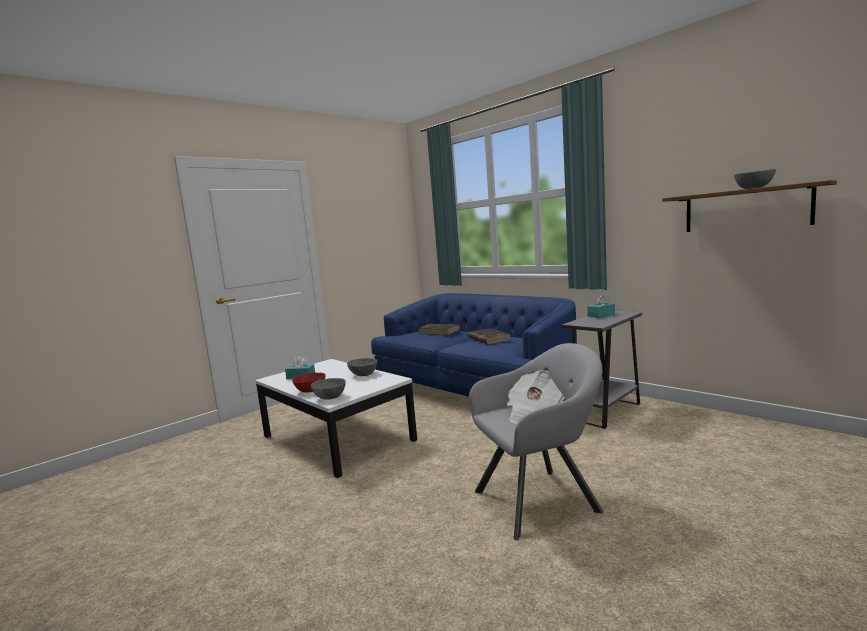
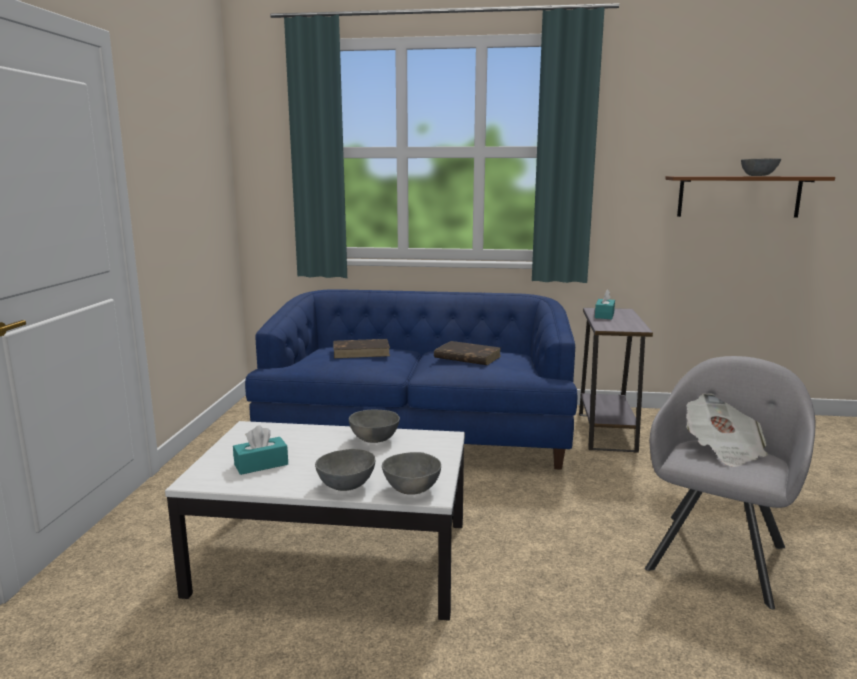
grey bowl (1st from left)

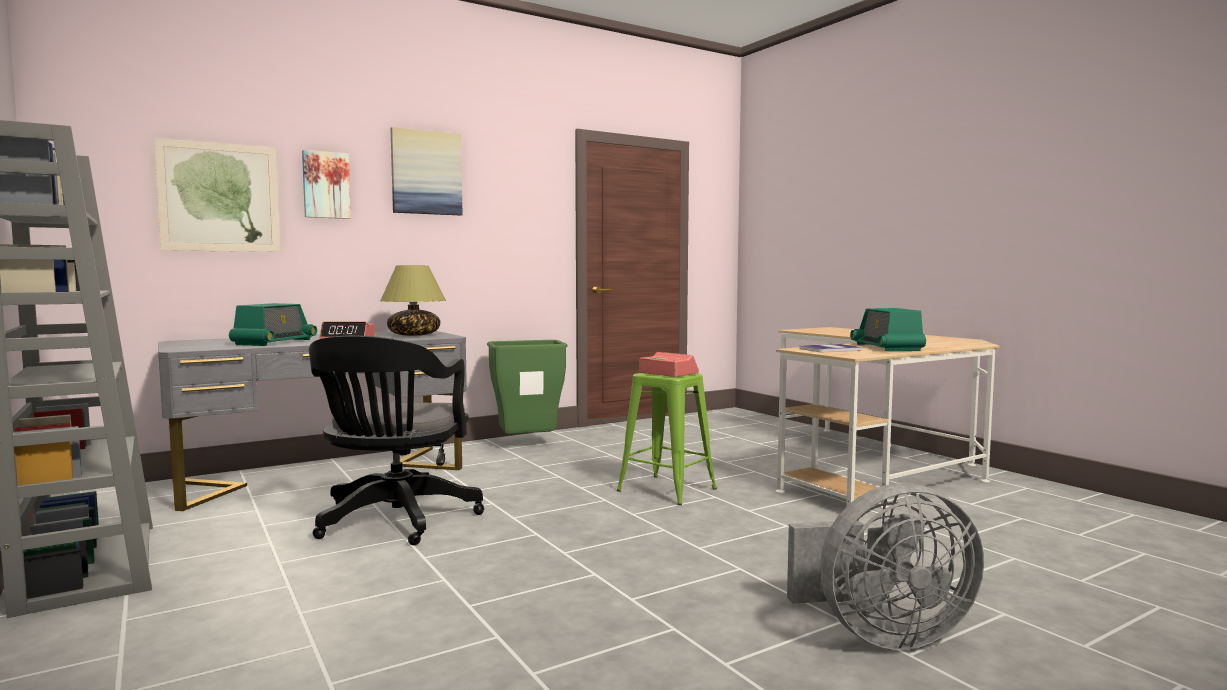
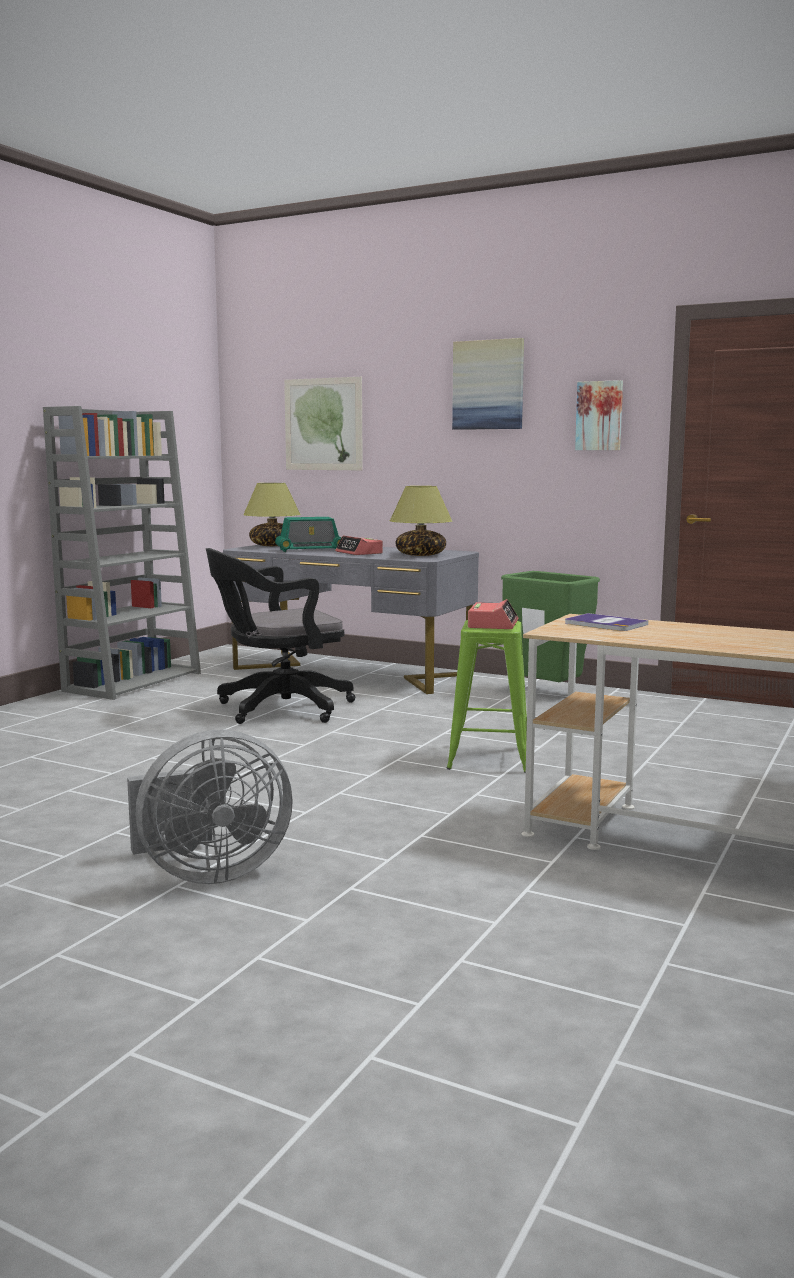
picture (3rd from left); radio (2nd from left in the first image); grey fan; table lamp (1st from left)

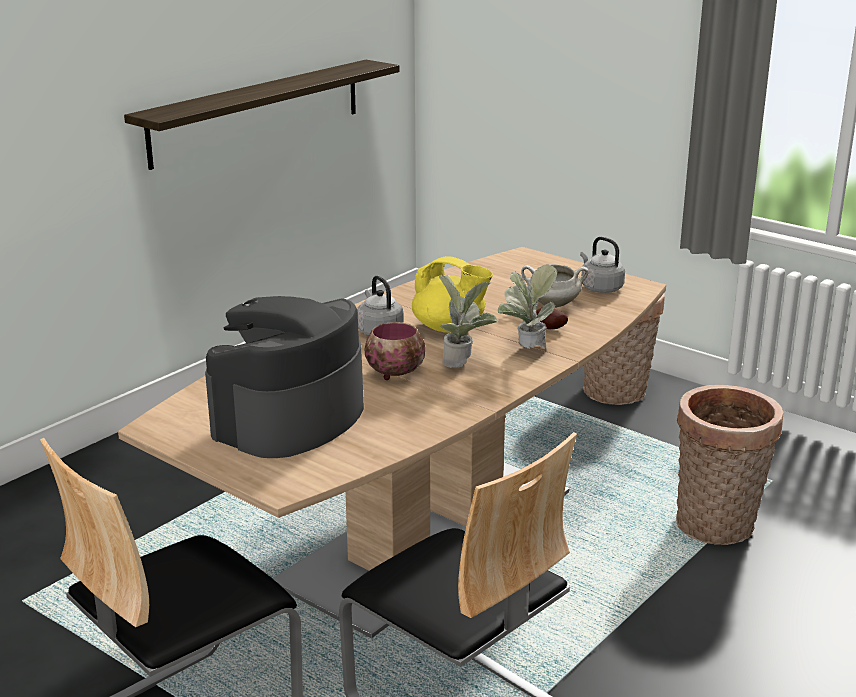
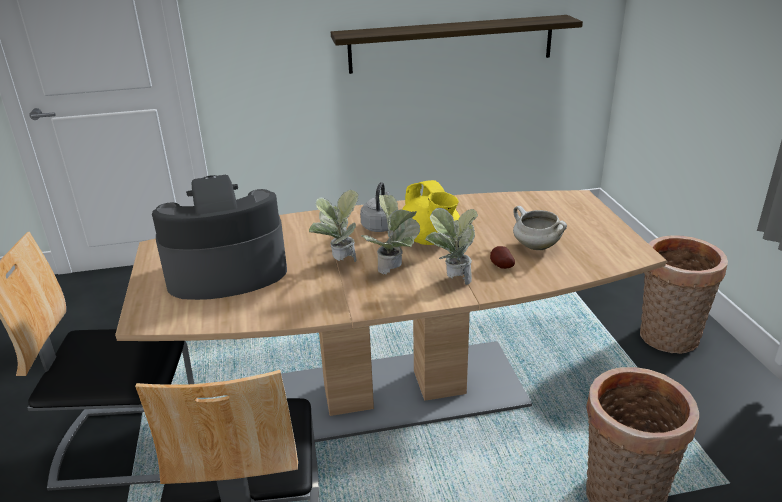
grey kettle (2nd from left in the first image); potted plant (1st from left)

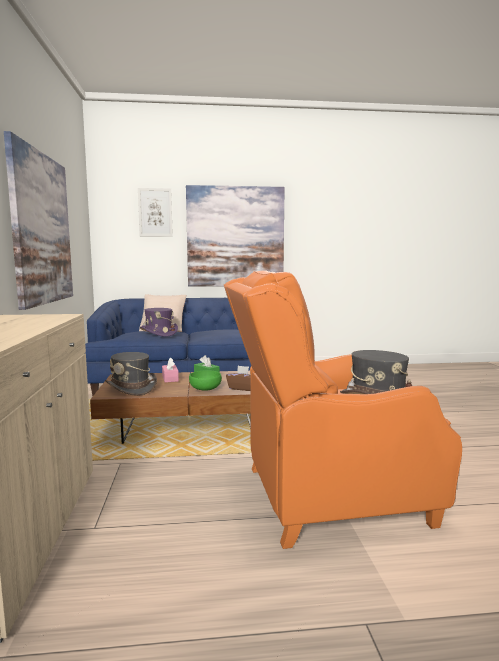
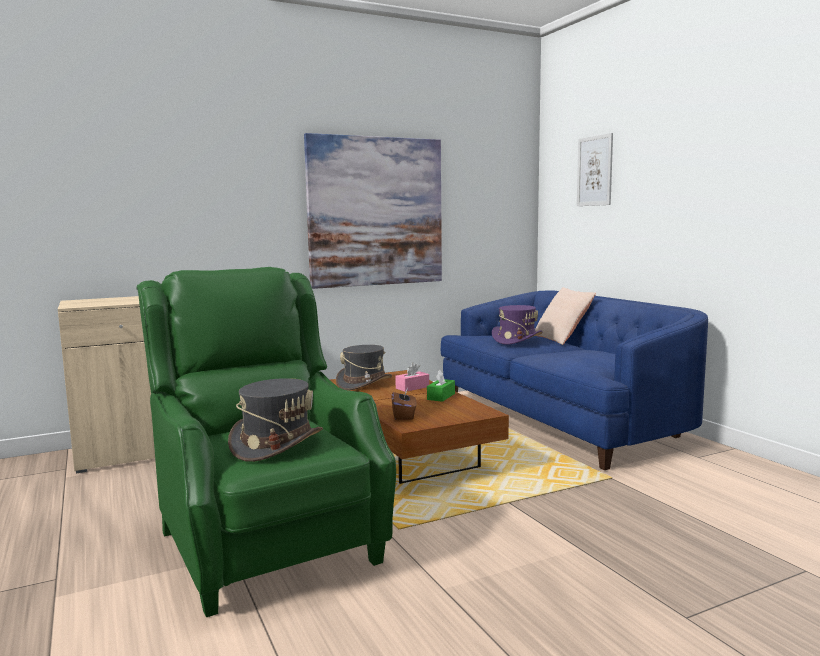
picture (3rd from left in the first image); green armchair; green bowl

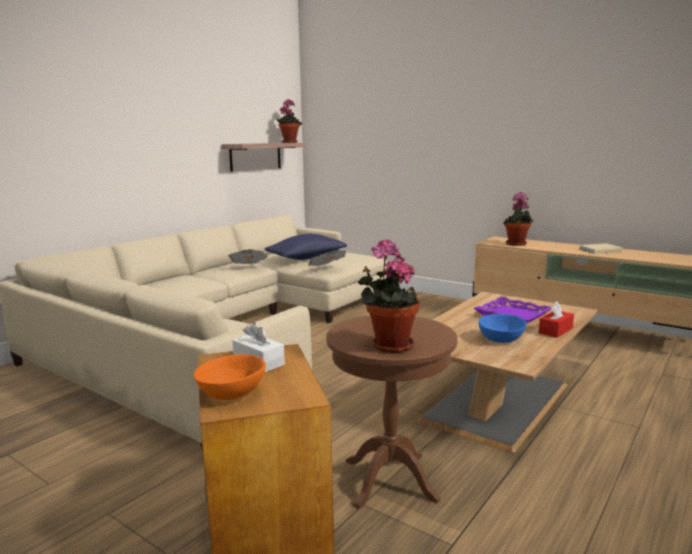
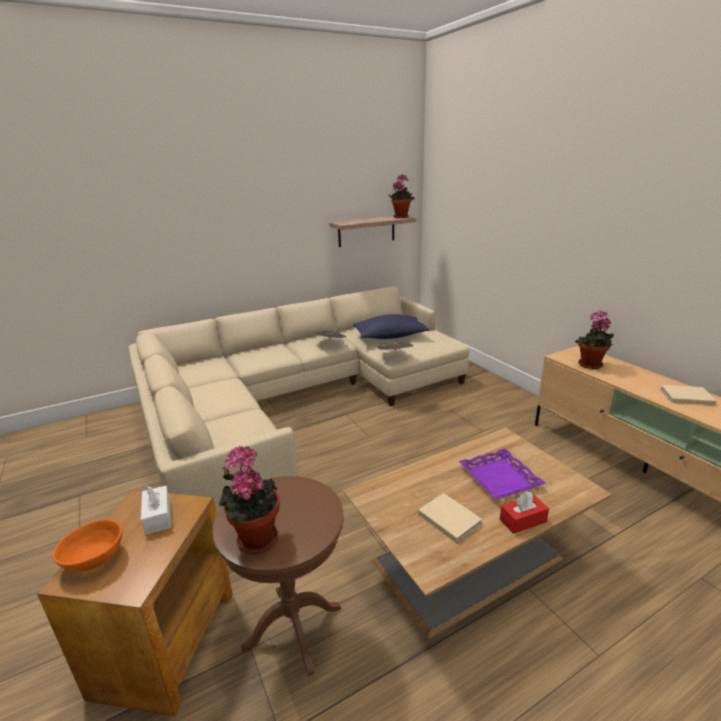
beige book (1st from left)

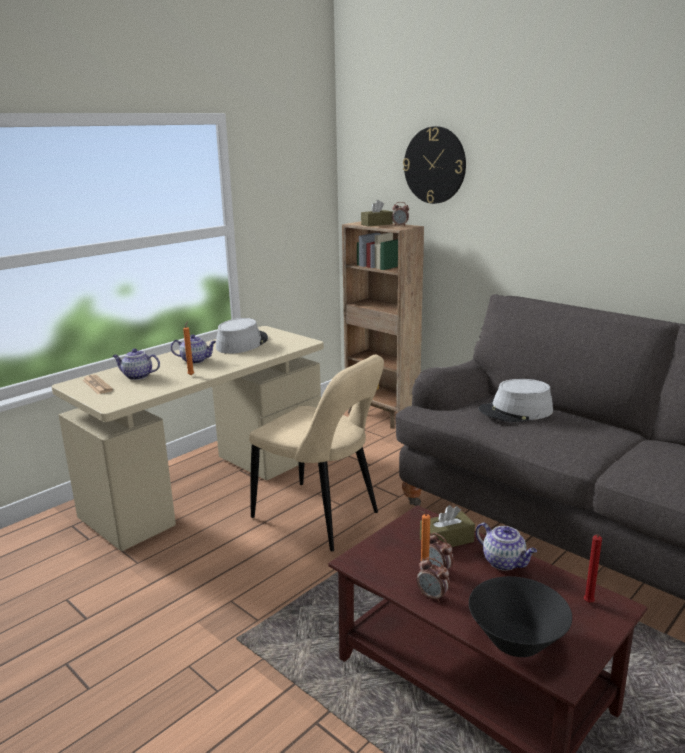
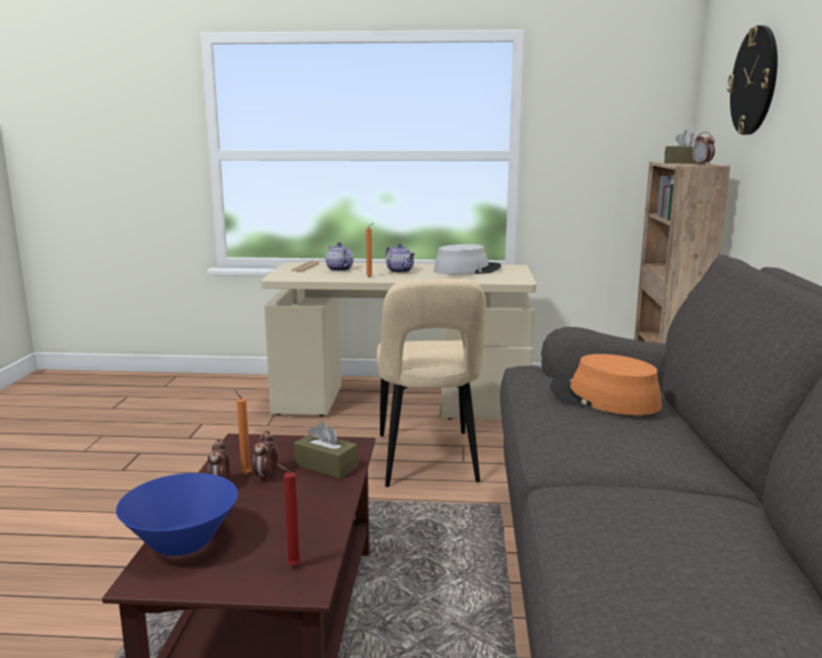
orange hat; teapot (3rd from left in the first image); blue bowl

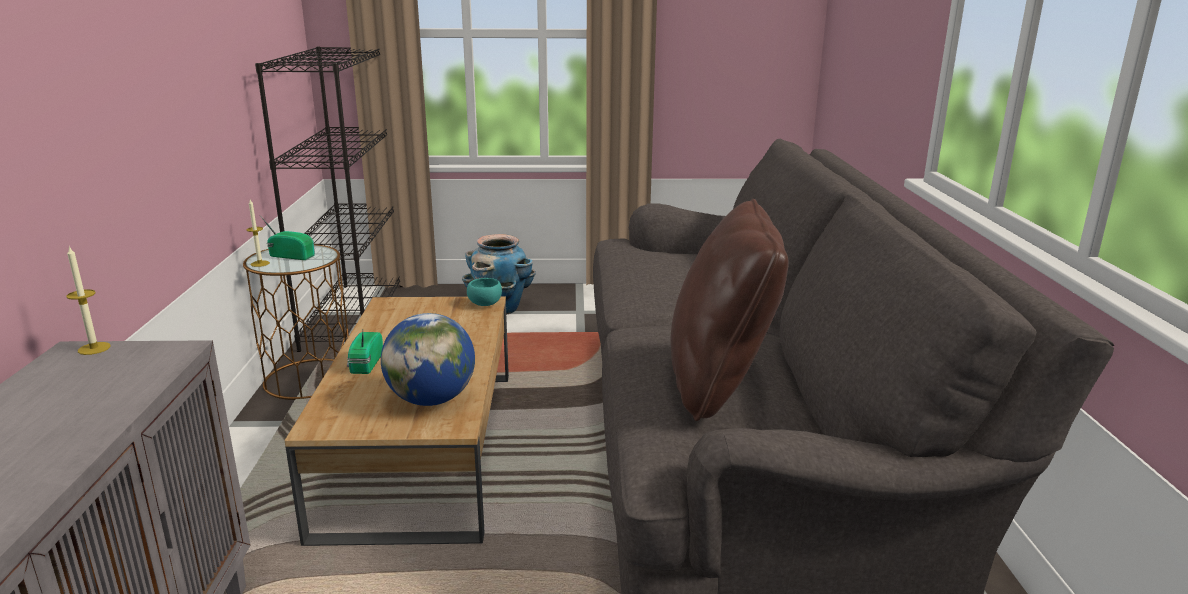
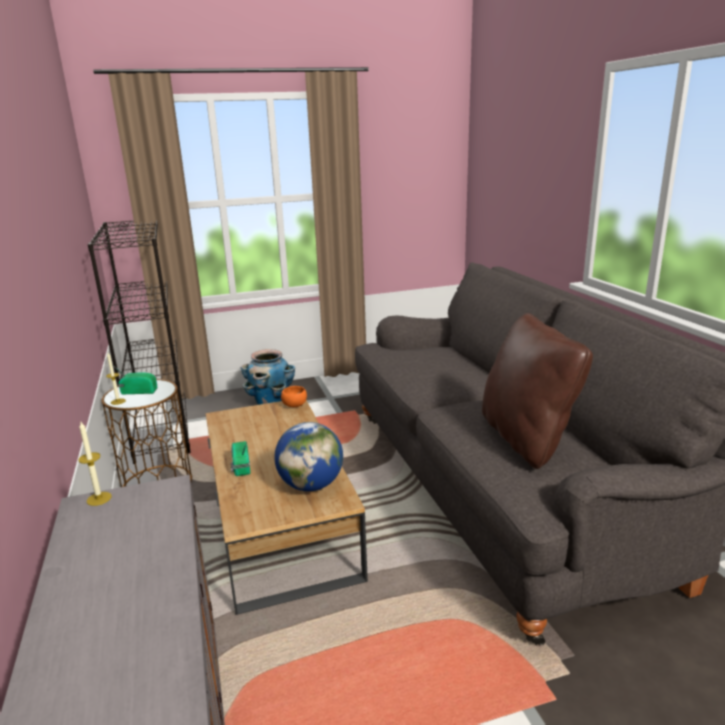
orange bowl

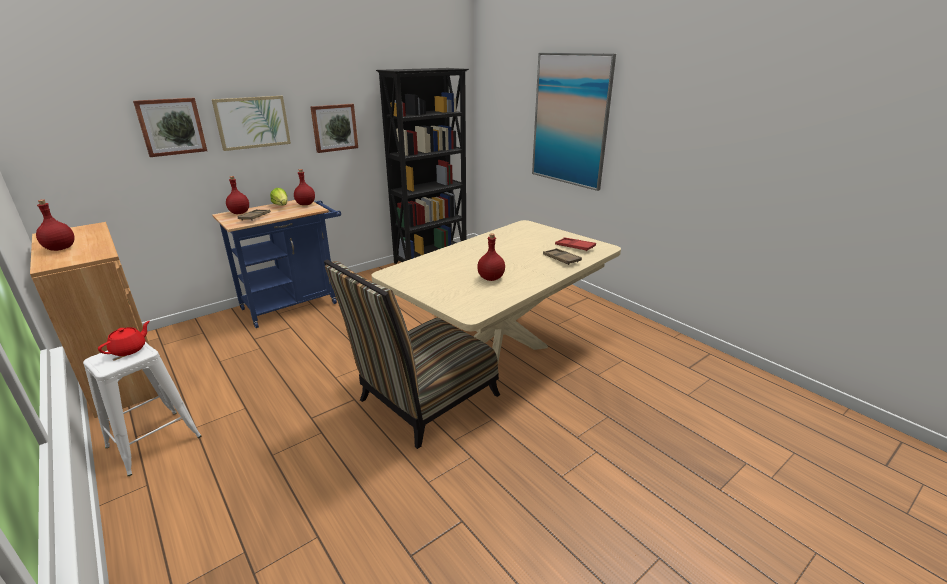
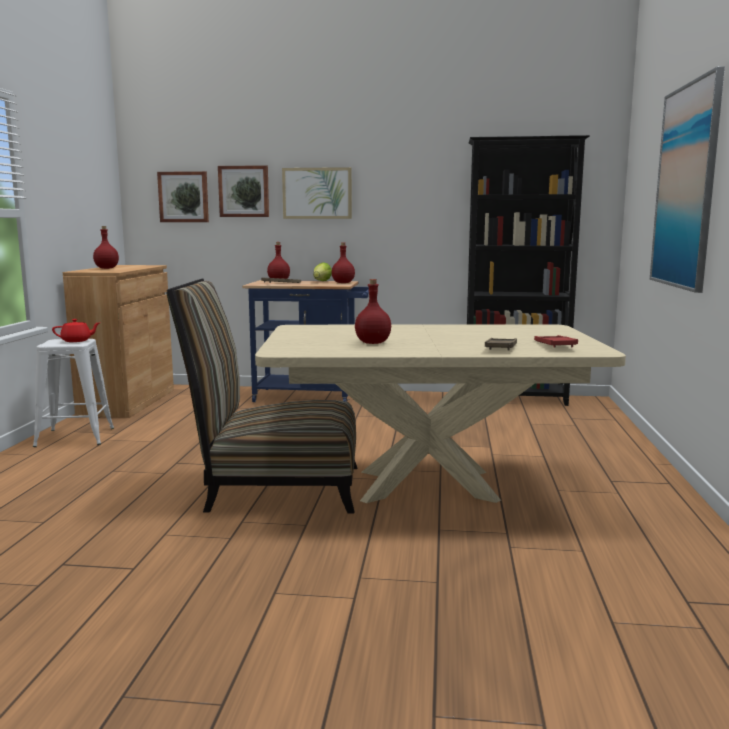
picture (1st from left)

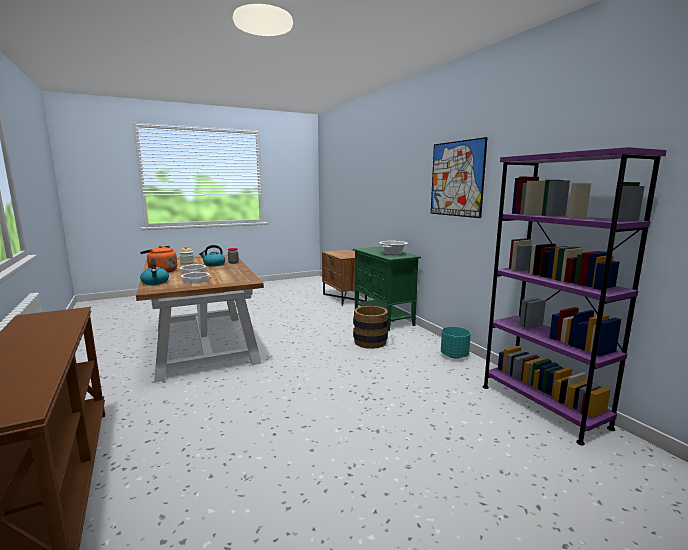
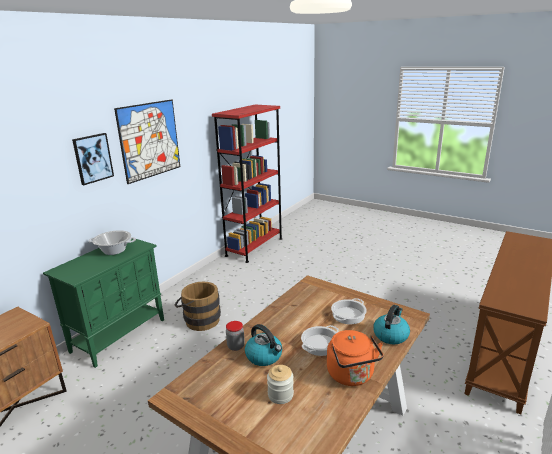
red bookcase; turquoise planter; picture (1st from left)

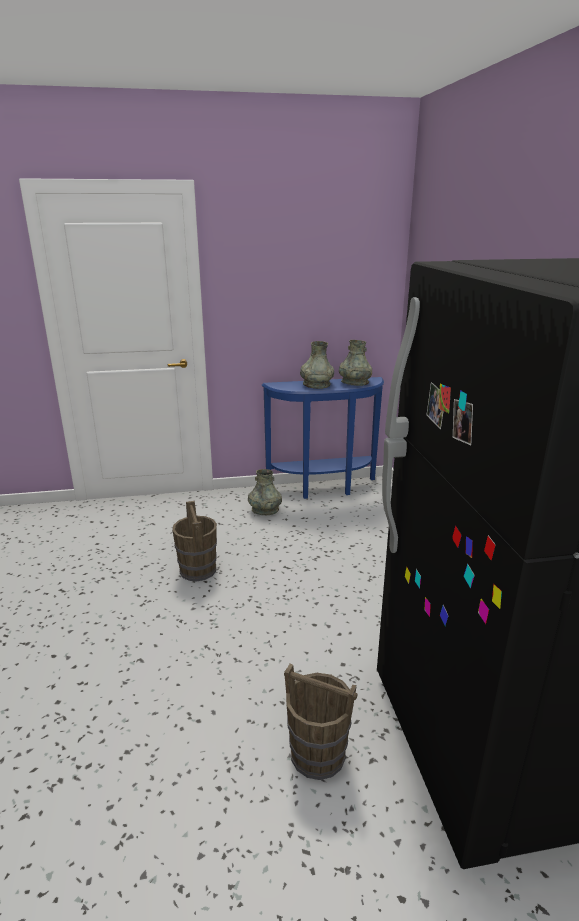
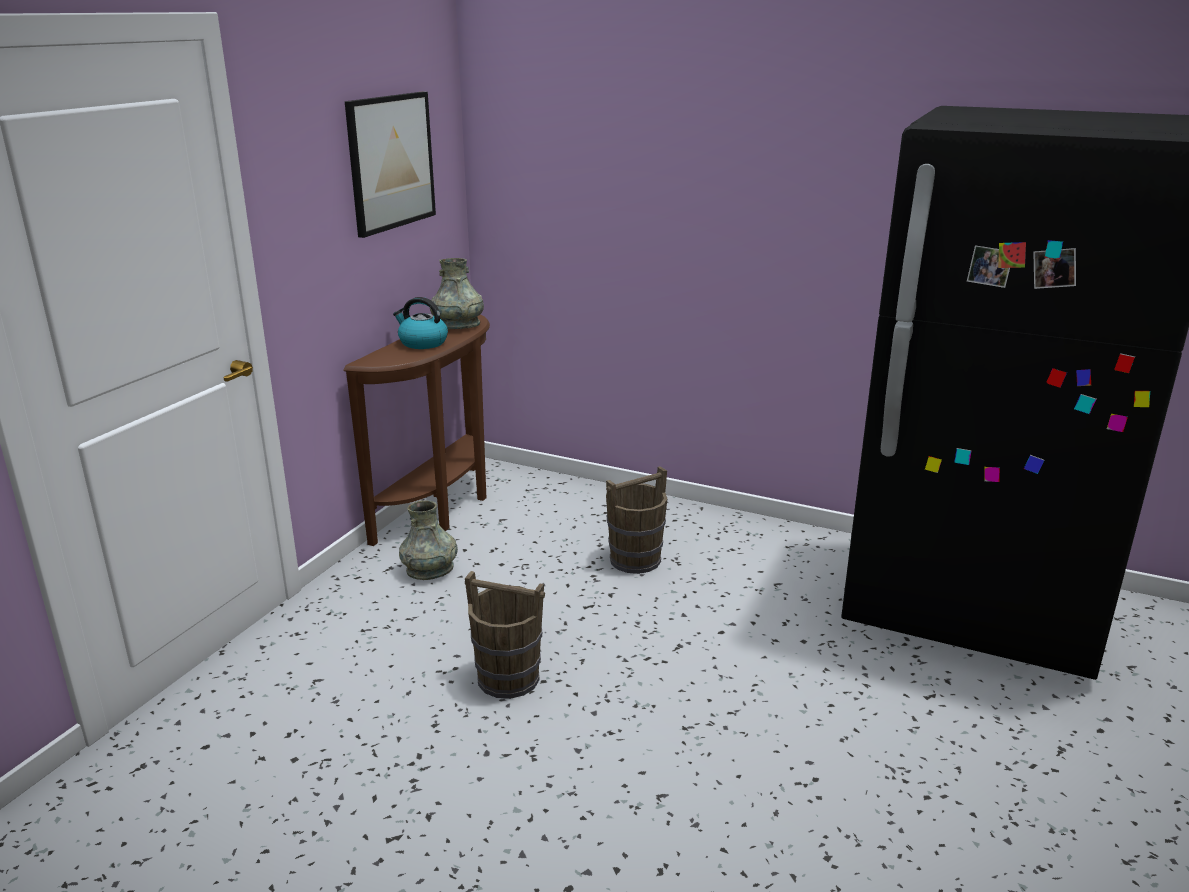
kettle; brown console table; brown bucket (2nd from left); picture

